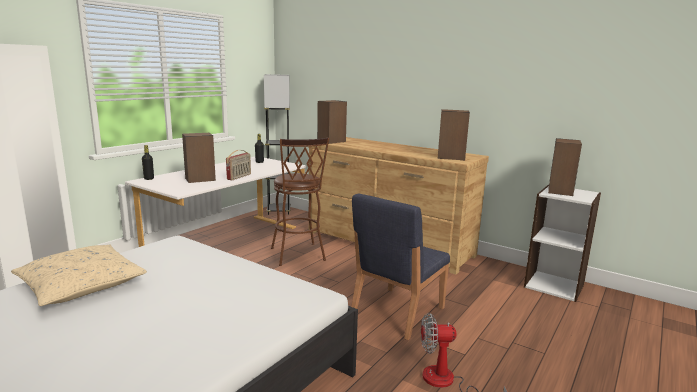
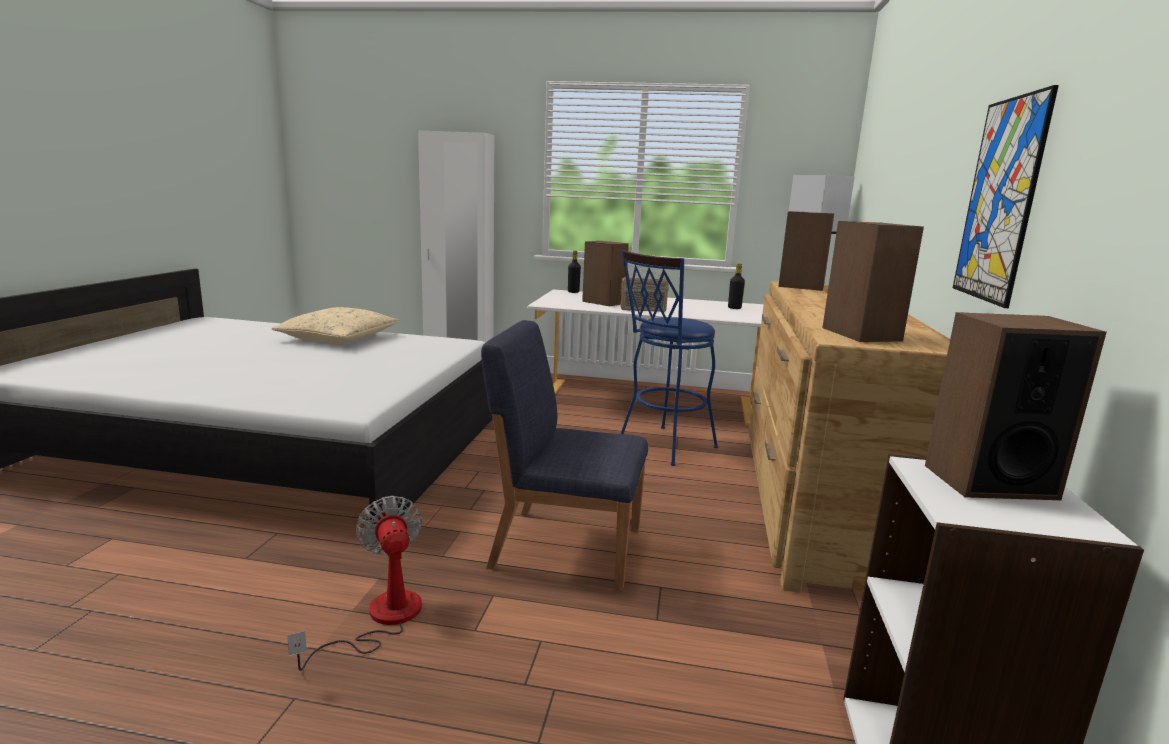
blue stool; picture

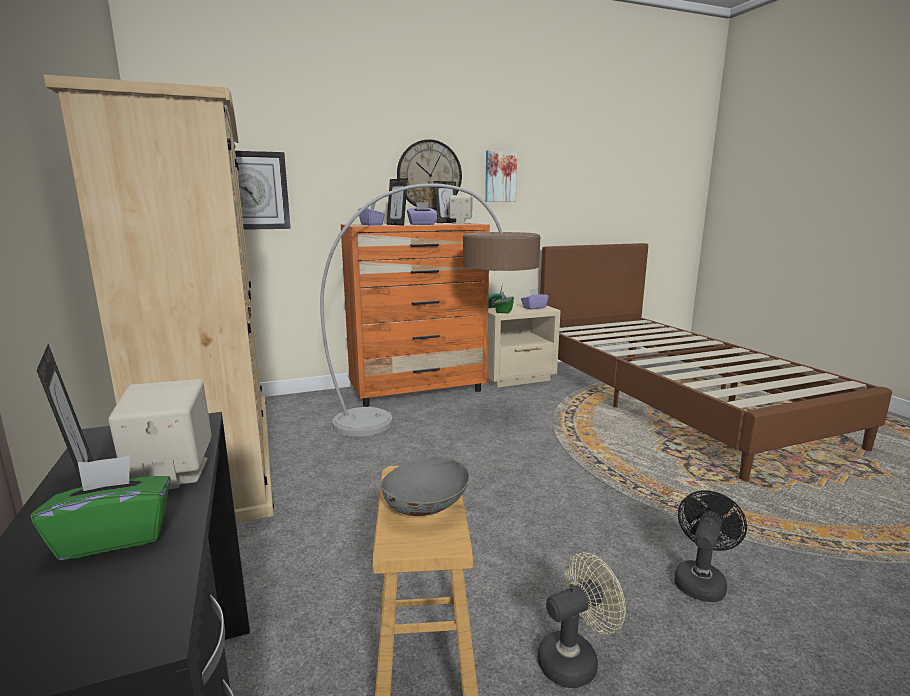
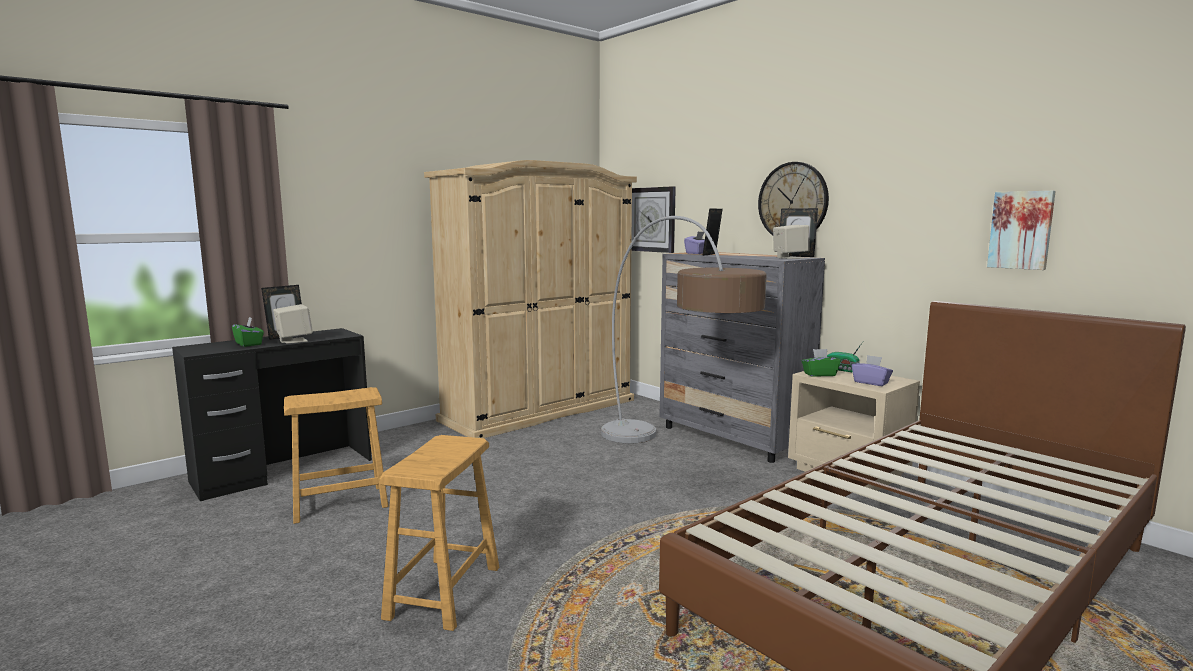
picture; purple tissue box (2nd from left in the first image); grey dresser; grey bowl; brown stool (2nd from left); beige fan

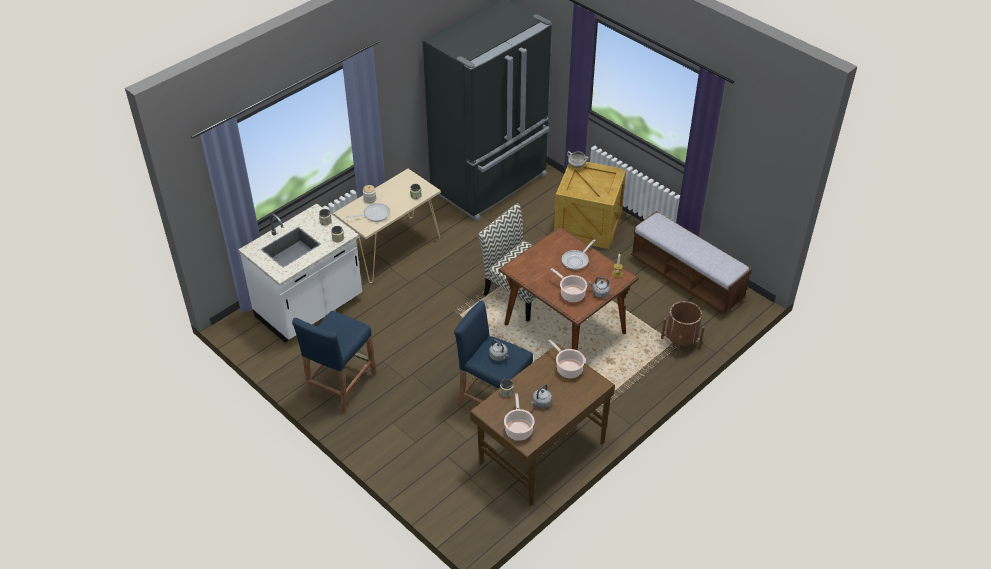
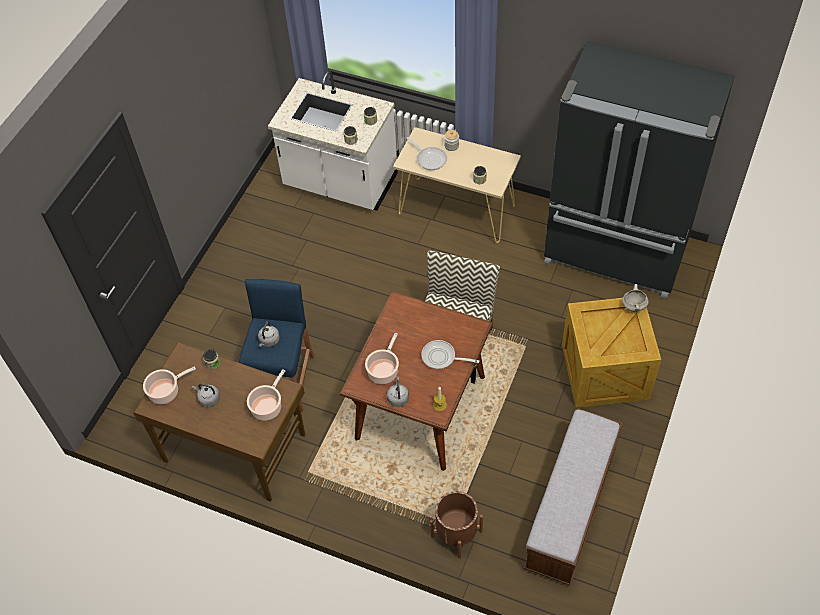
blue stool (1st from left in the first image)

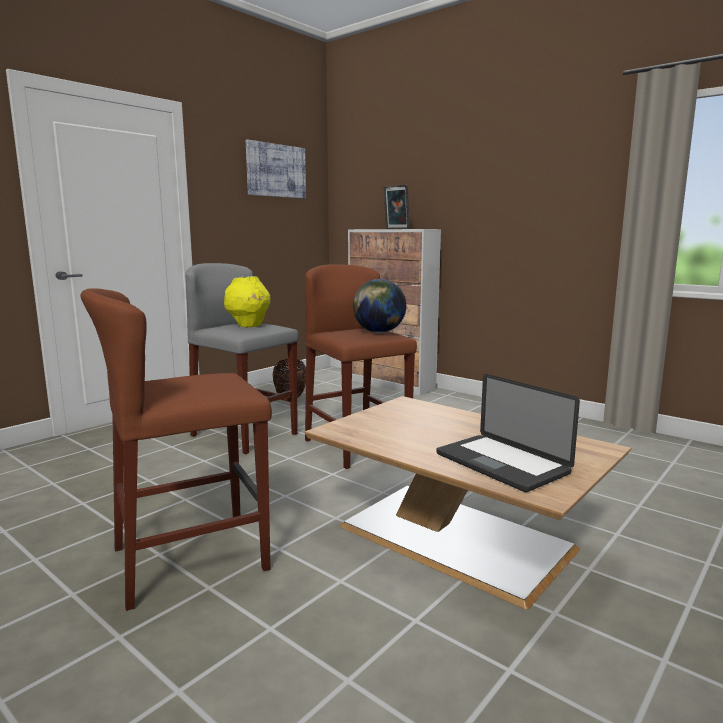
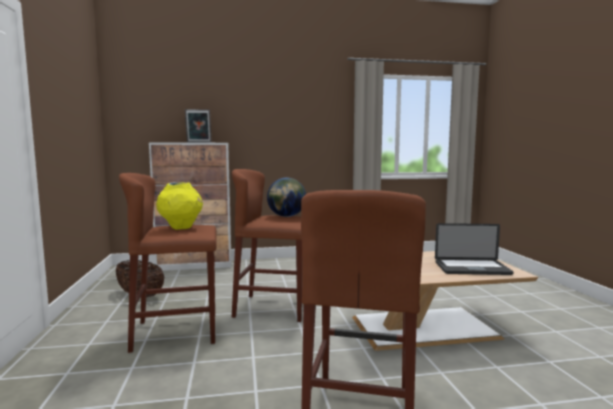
picture; brown stool (1st from left)

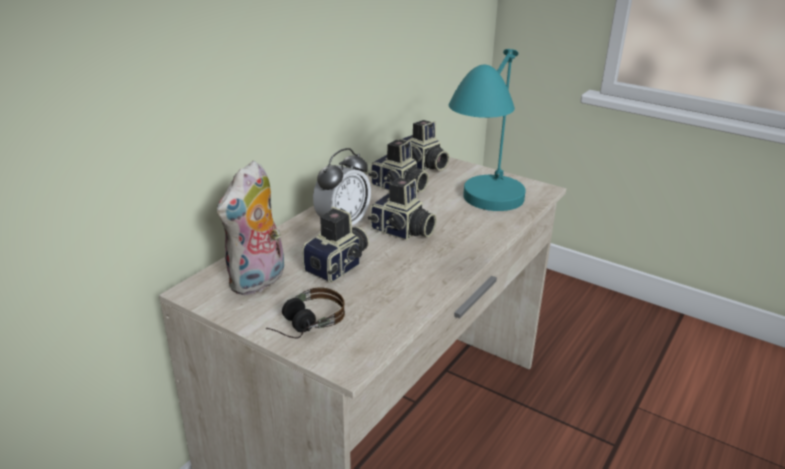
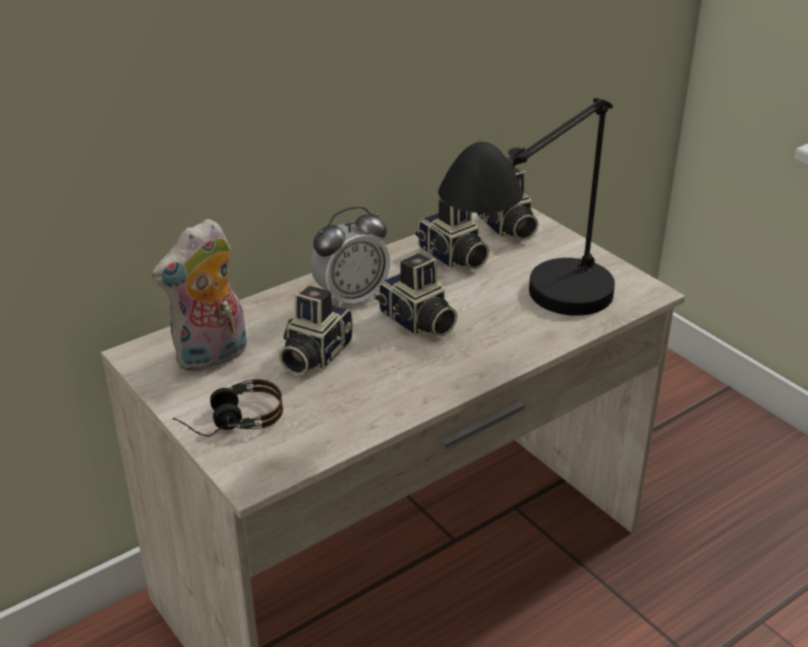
black table lamp; photo camera (1st from left)

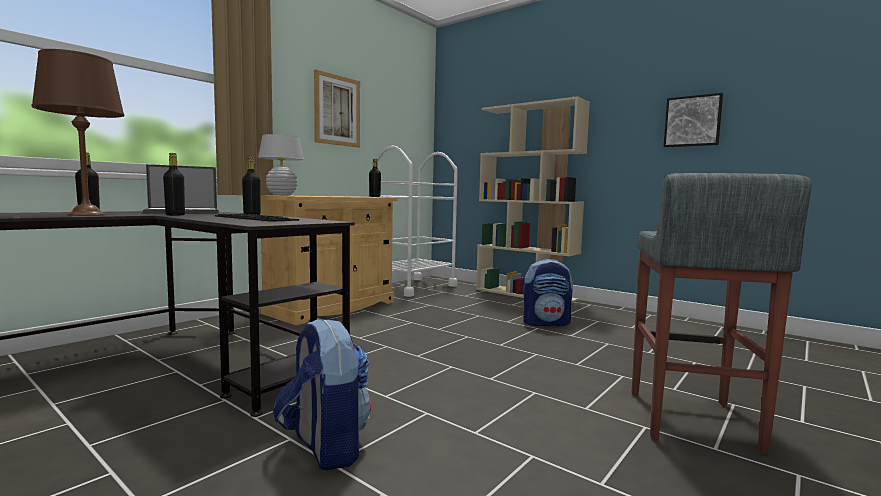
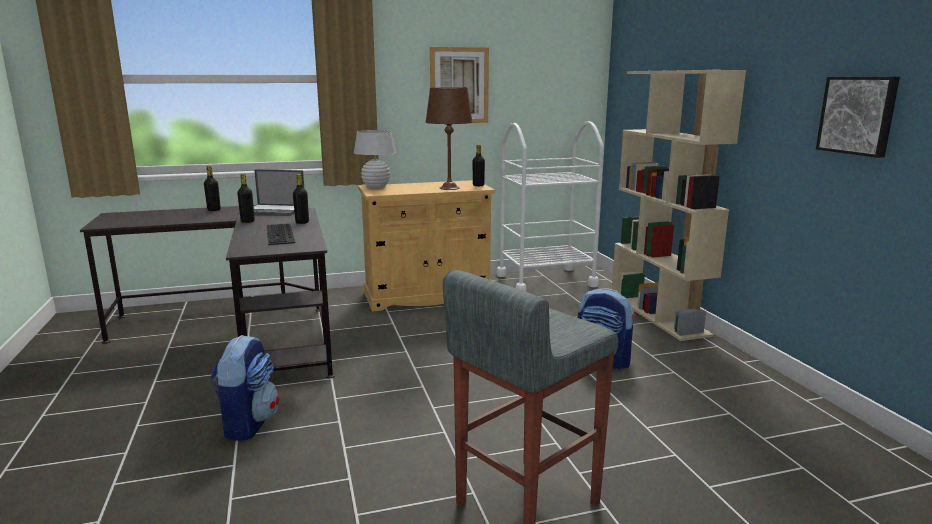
brown table lamp

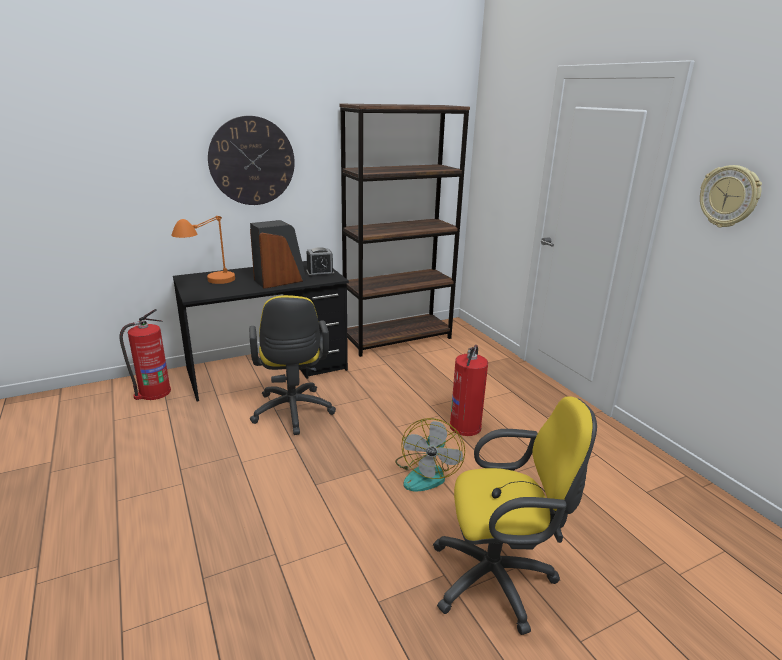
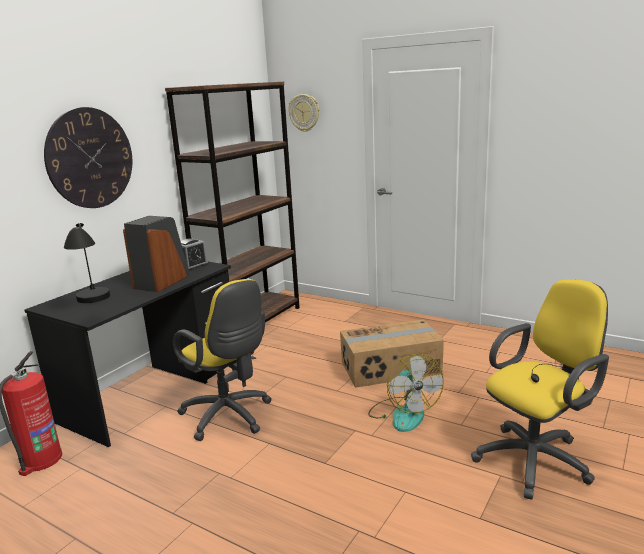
wall clock (2nd from left); black table lamp; cardboard box

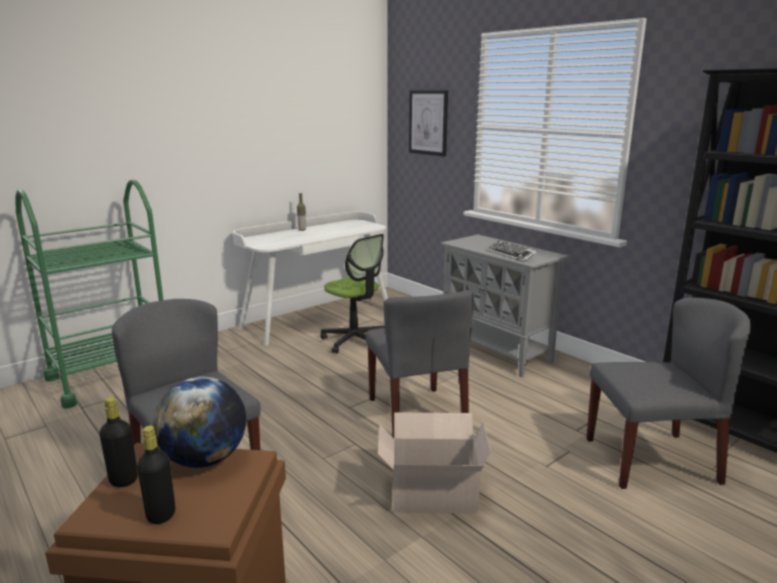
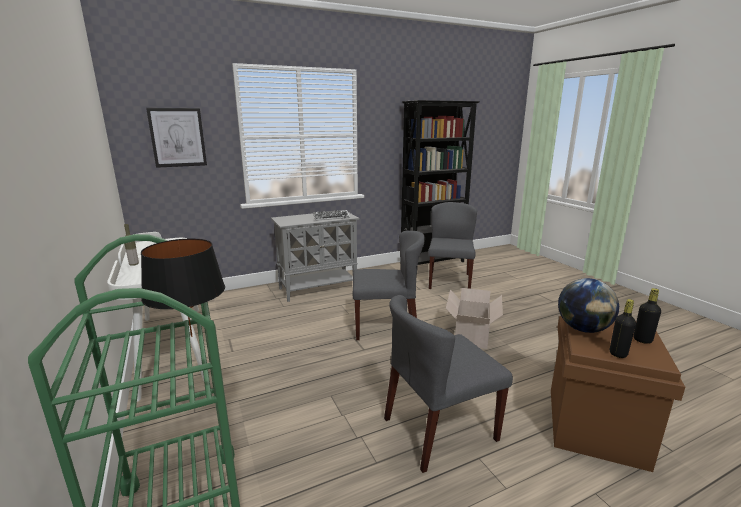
office chair; black table lamp

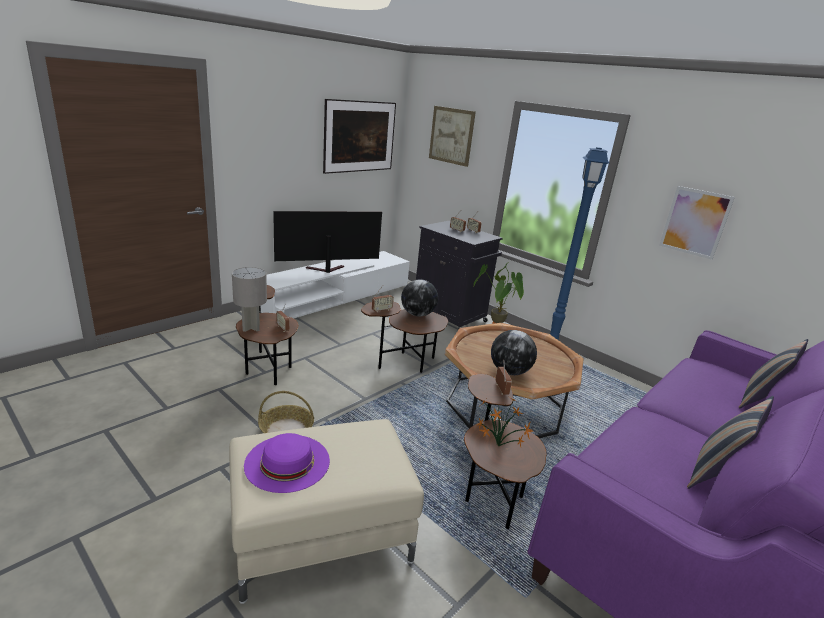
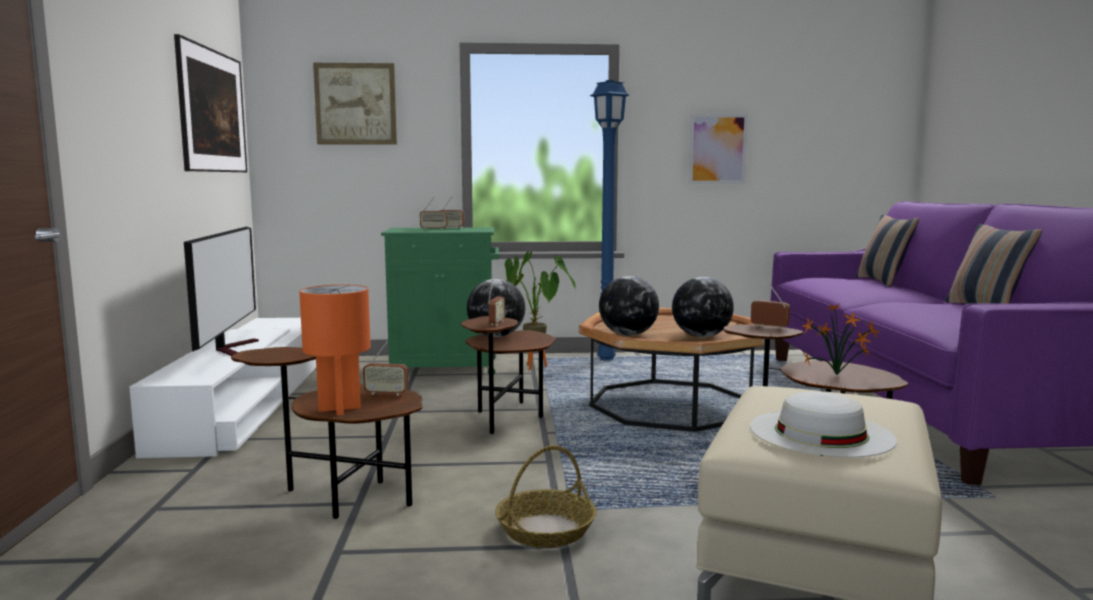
television; green cabinet; orange table lamp; white hat; globe (2nd from left)

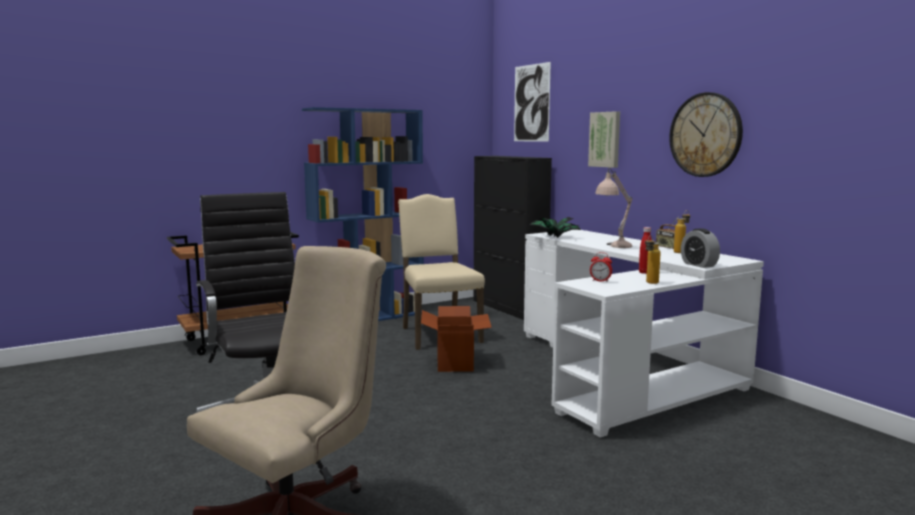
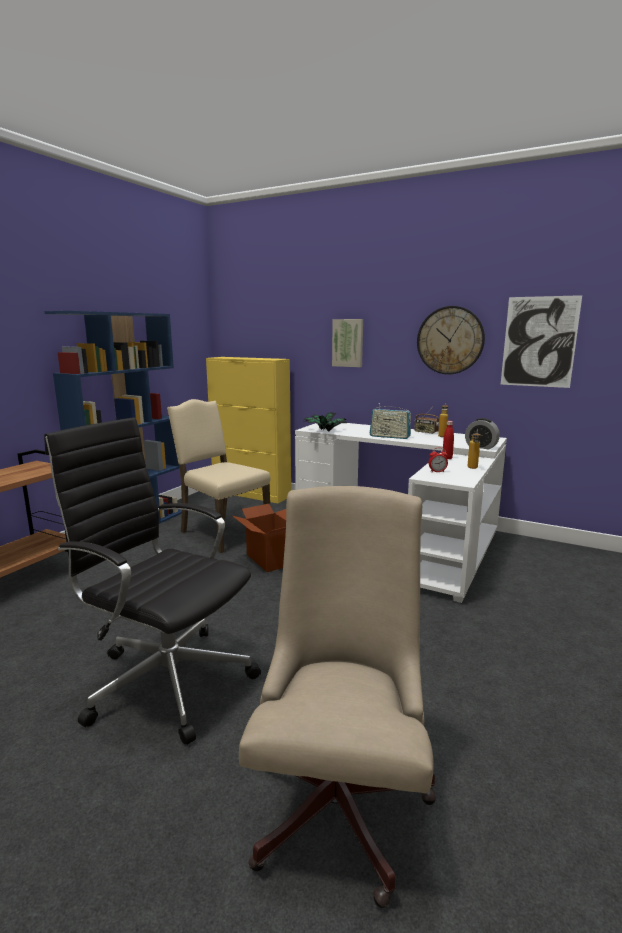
picture (2nd from left); yellow cabinet; radio (1st from left)

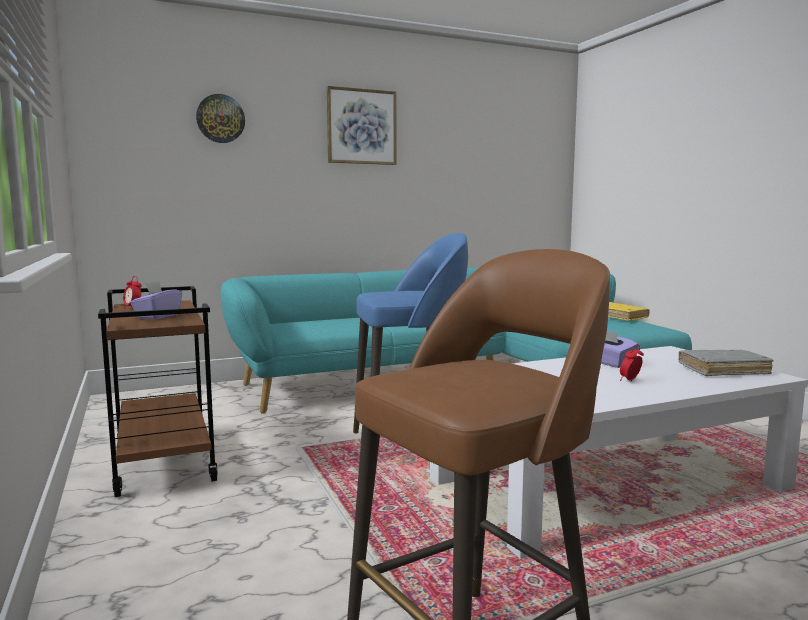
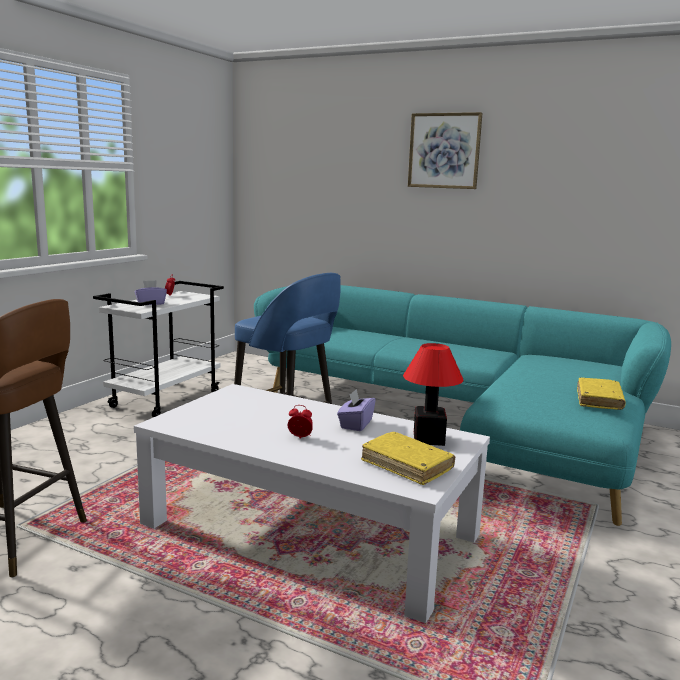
wall clock; white cart; yellow book (1st from left); table lamp

